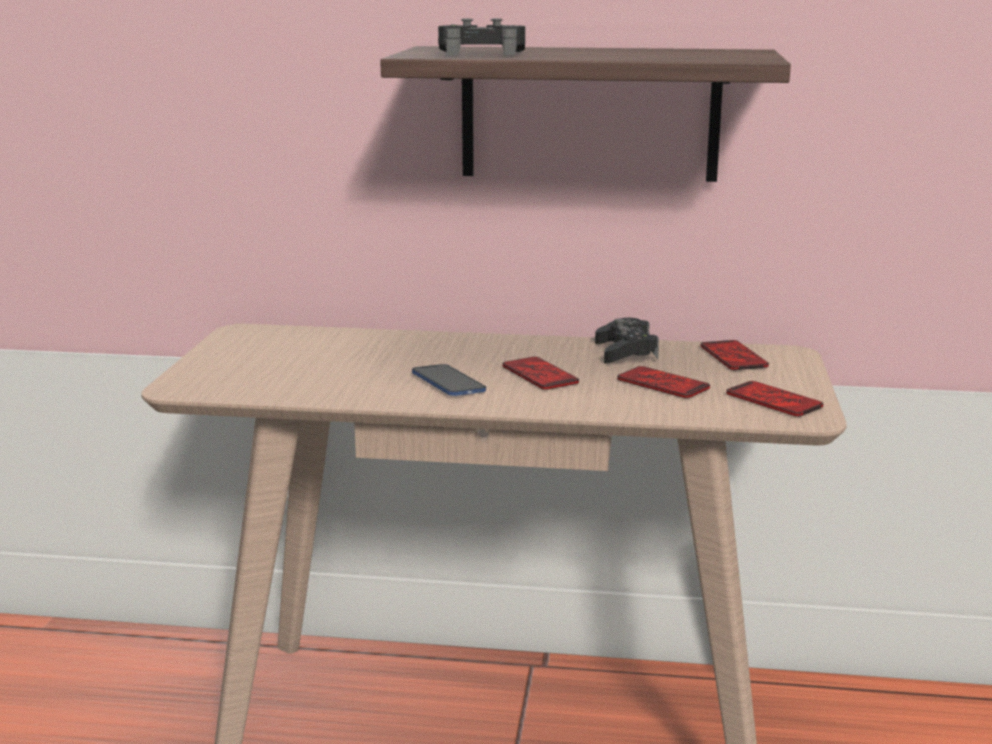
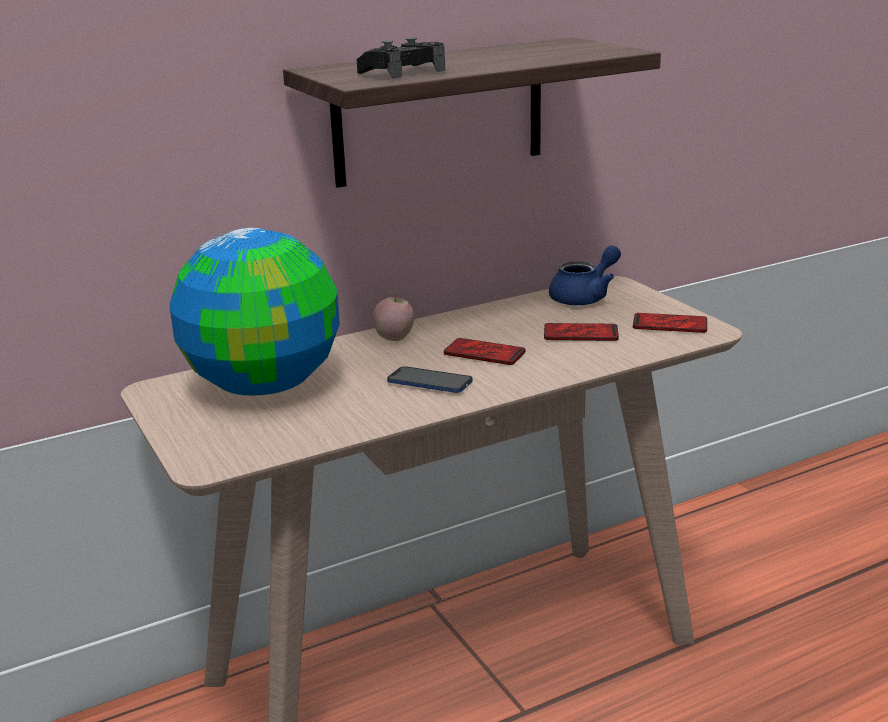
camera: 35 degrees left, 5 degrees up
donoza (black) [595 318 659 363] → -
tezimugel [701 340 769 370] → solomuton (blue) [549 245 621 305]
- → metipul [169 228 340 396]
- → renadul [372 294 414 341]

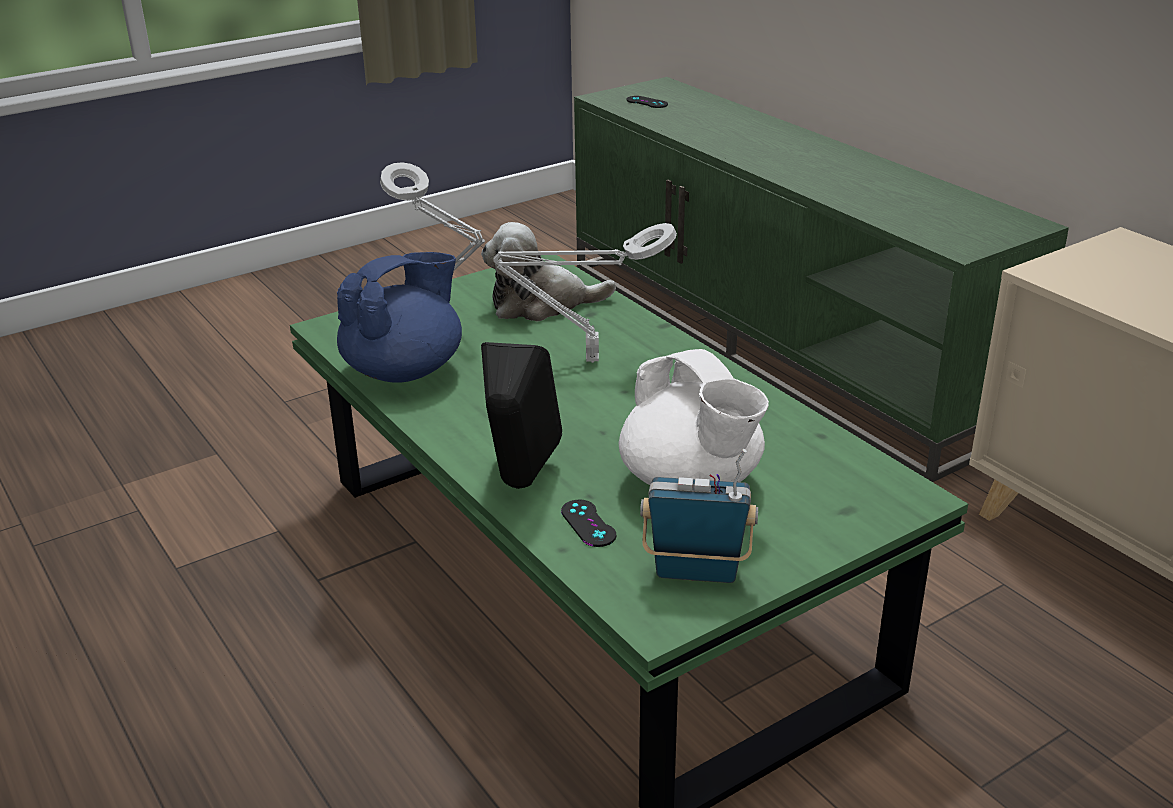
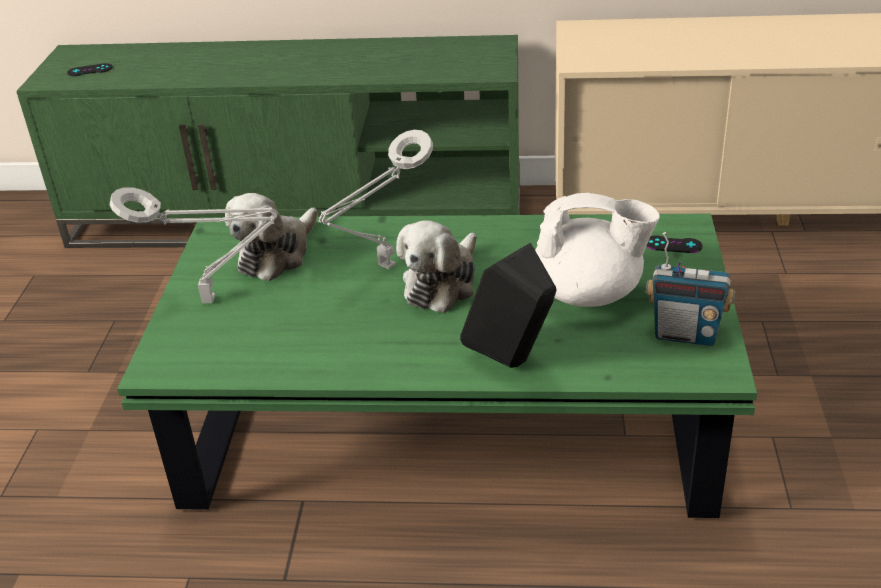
camera: 50 degrees left, 5 degrees up
solomuton (blue) [337 252 462 383] → -
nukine [640 449 758 583] → nukine [646 232 735 346], 120 degrees counterclockwise
donoza (black) [561 500 616 547] → donoza (black) [646 236 703 253], move
- → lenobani [396 220 477 313]

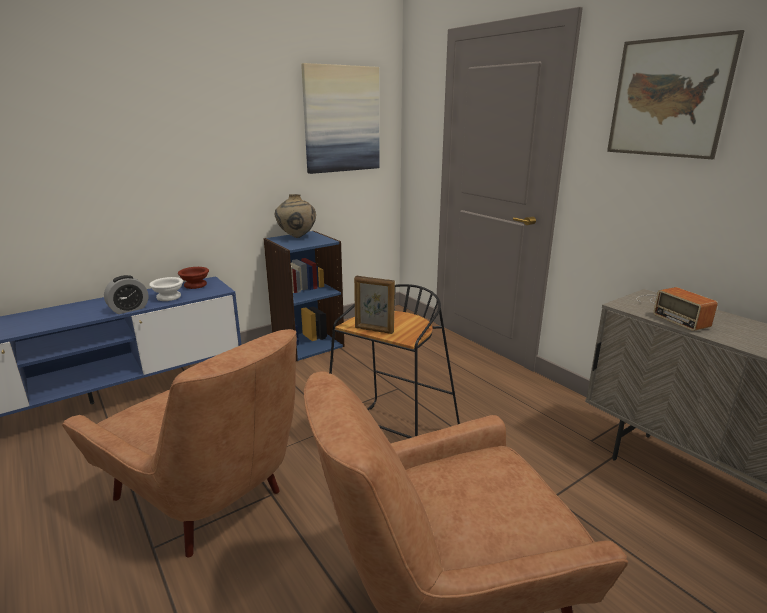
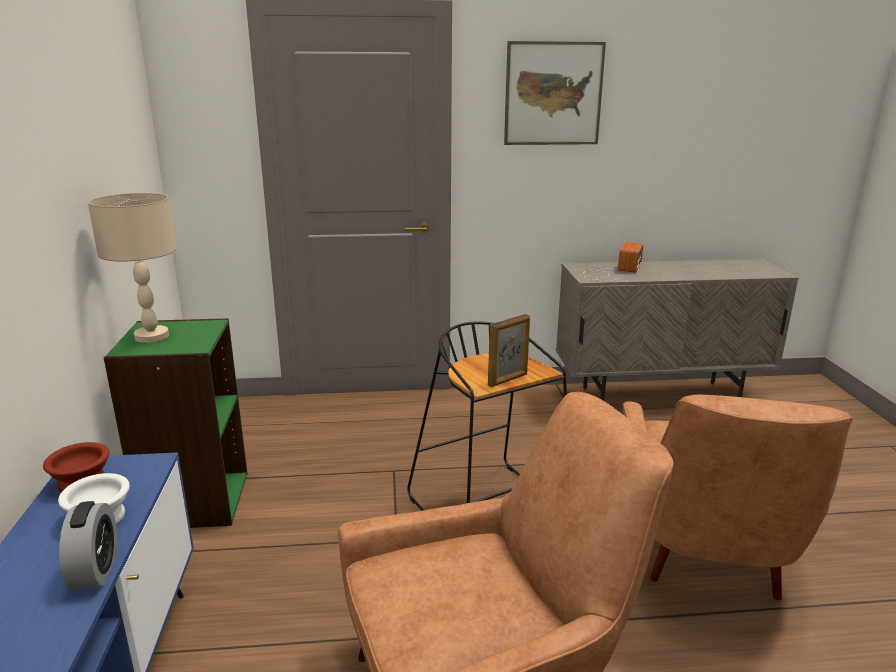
camera: 60 degrees left, 0 degrees up
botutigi [301 63 379 174] → -
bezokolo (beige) [275 194 316 238] → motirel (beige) [88 193 176 343]
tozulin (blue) [263 231 344 361] → tozulin (green) [104 318 247 528]
nukine [636 287 718 331] → nukine [583 242 644 281], 75 degrees counterclockwise

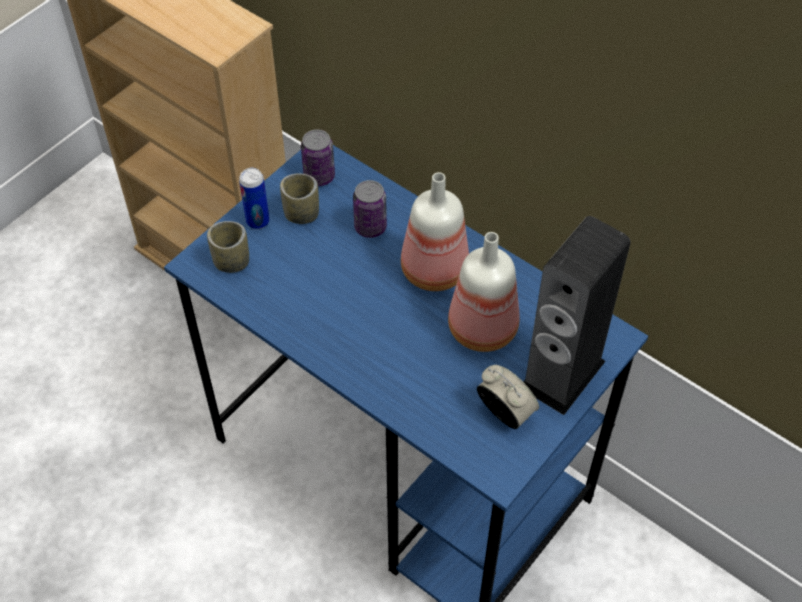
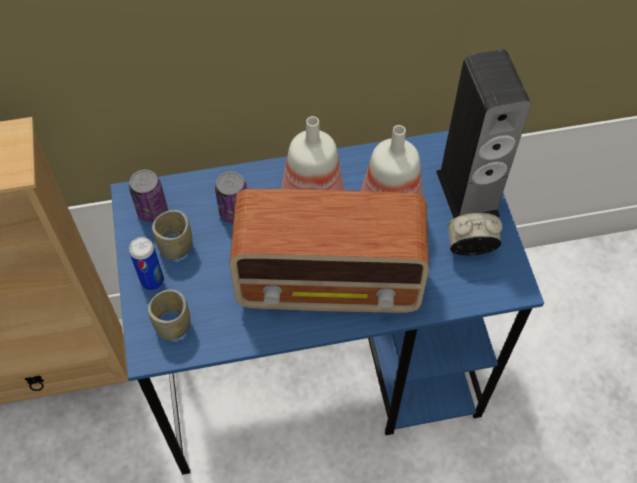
camera: 50 degrees left, 5 degrees up
- → nukine [229 189 429 313]

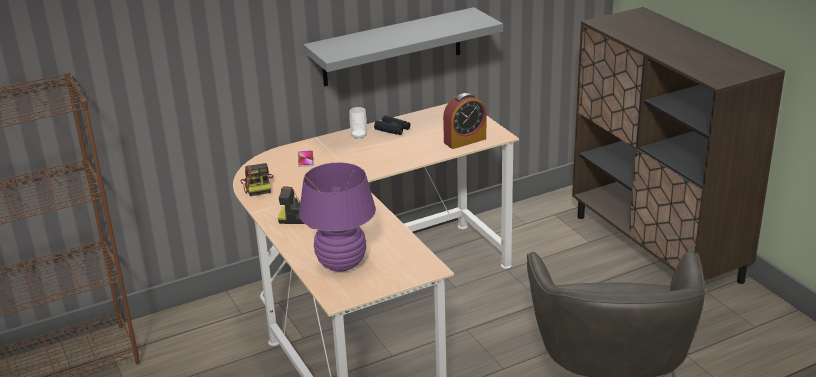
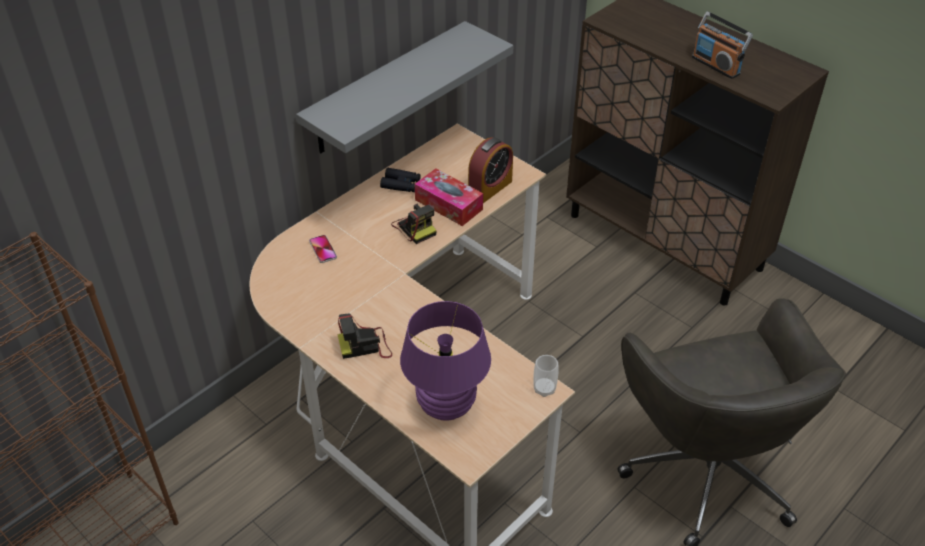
camera: 20 degrees left, 15 degrees up
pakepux [349 107 367 139] → pakepux [533 355 559 397], move
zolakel [241 163 273 196] → zolakel [391 204 437 244], move
- → nukine [692 11 753 79]
- → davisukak [415 168 483 226]

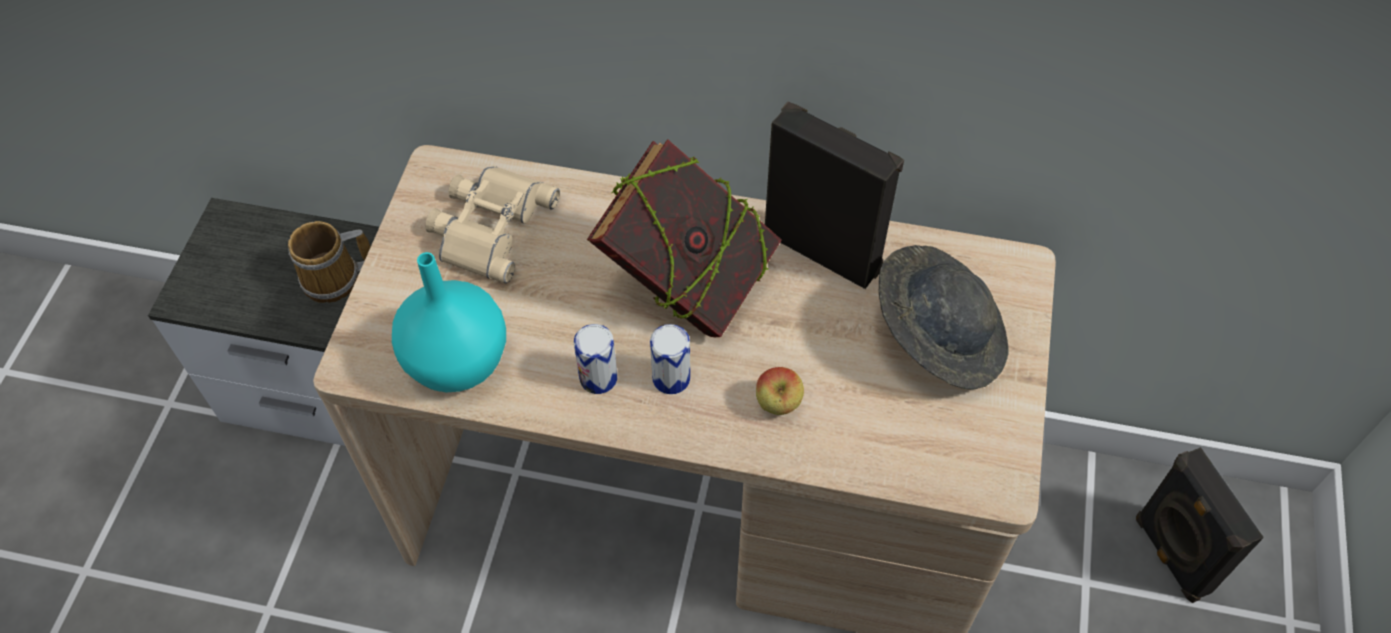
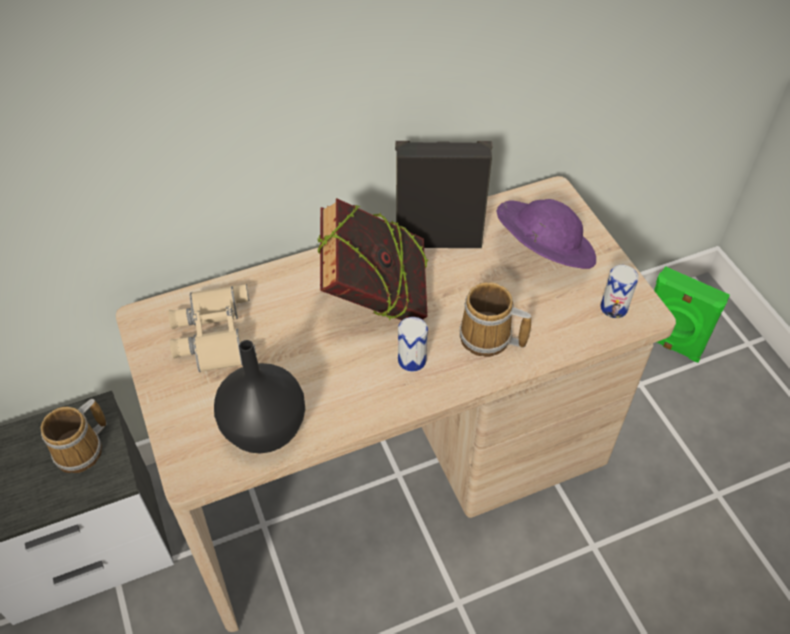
camera: 35 degrees left, 5 degrees down
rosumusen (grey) [878 245 1009 389] → rosumusen (purple) [496 199 596 269]
bezokolo (turquoise) [392 252 506 392] → bezokolo (black) [214 340 305 453]
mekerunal [574 324 617 394] → mekerunal [600 265 639 318], move
renadul [756 367 804 415] → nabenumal [459 282 531 357]
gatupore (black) [1136 447 1264 603] → gatupore (green) [654 266 730 363]

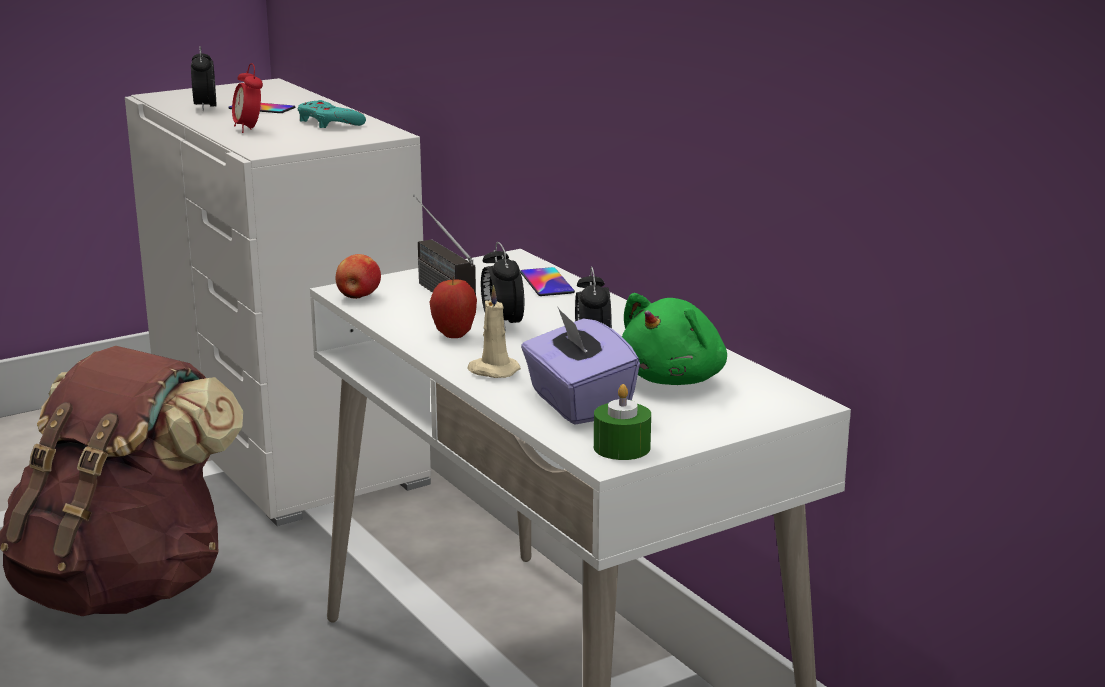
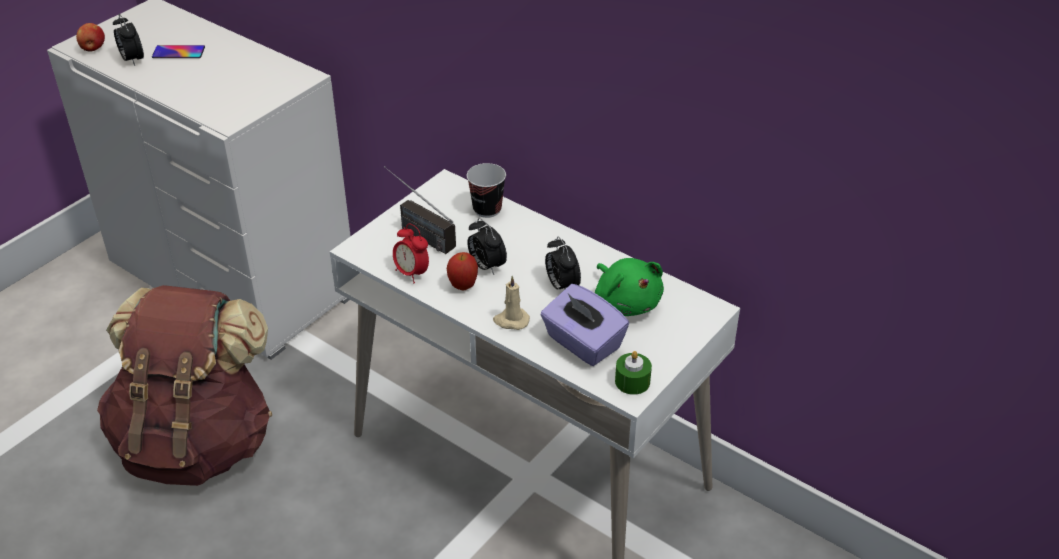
camera: 20 degrees left, 20 degrees up
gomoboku [232 63 263 133] → gomoboku [393 224 429 283], move
donoza (turquoise) [297 100 366 128] → -
renadul [336 254 381 299] → renadul [76 23 105 52], move
tezimugel [520 267 575 296] → pakepux [467 163 506 218]
lenobani (green) [622 293 727 385] → lenobani (green) [595 258 664 316], 45 degrees counterclockwise

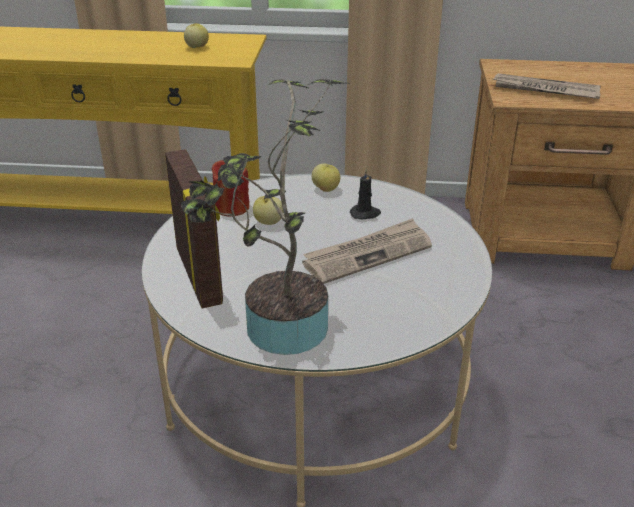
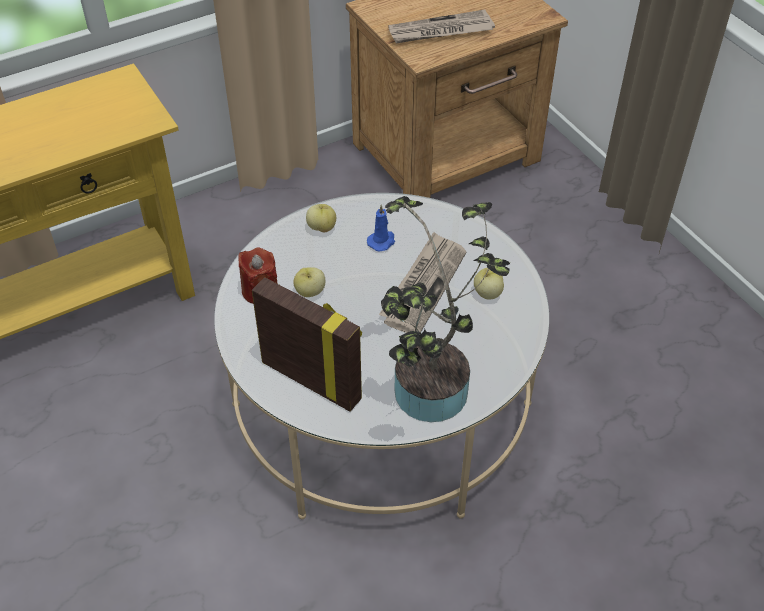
camera: 35 degrees left, 15 degrees up
renadul [184 23 209 48] → renadul [474 268 504 300], move
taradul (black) [350 168 381 220] → taradul (blue) [367 204 395 252]

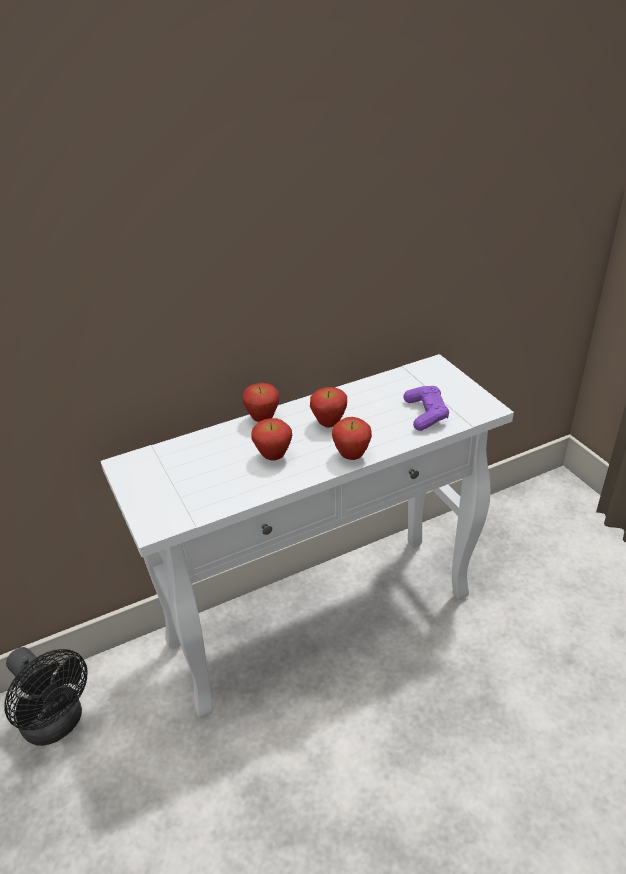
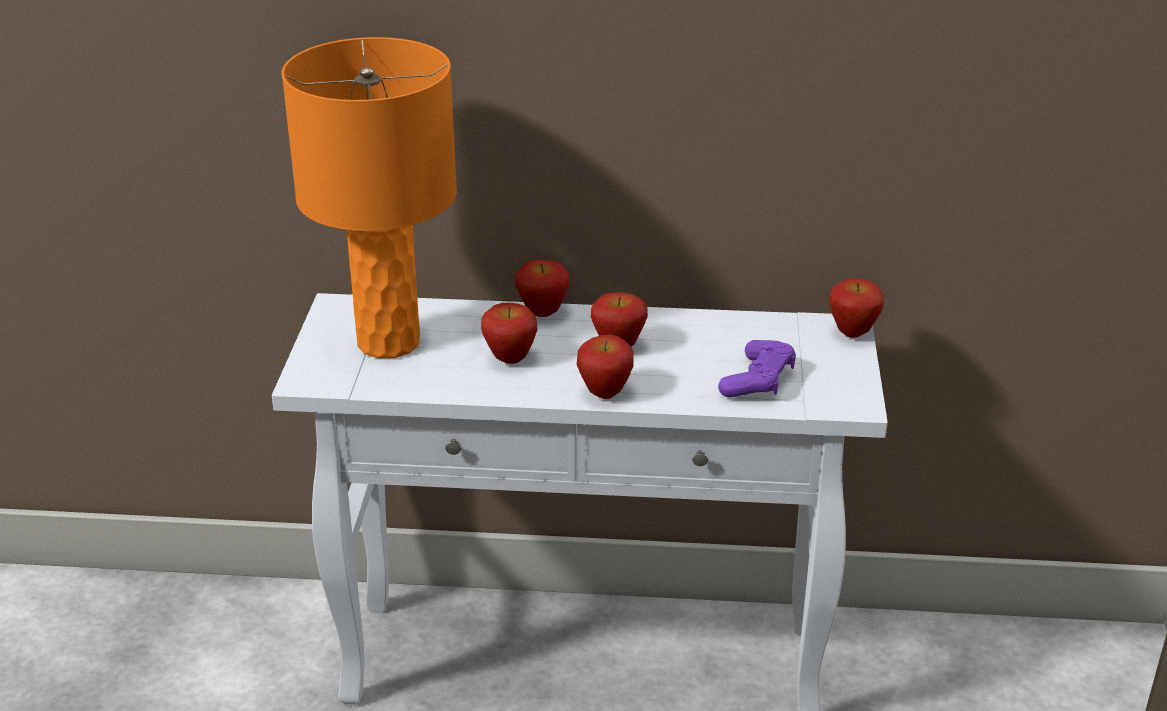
camera: 30 degrees right, 5 degrees down
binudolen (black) [4 647 87 746] → -
- → motirel (orange) [281 37 457 358]
- → renadul [829 278 884 338]

